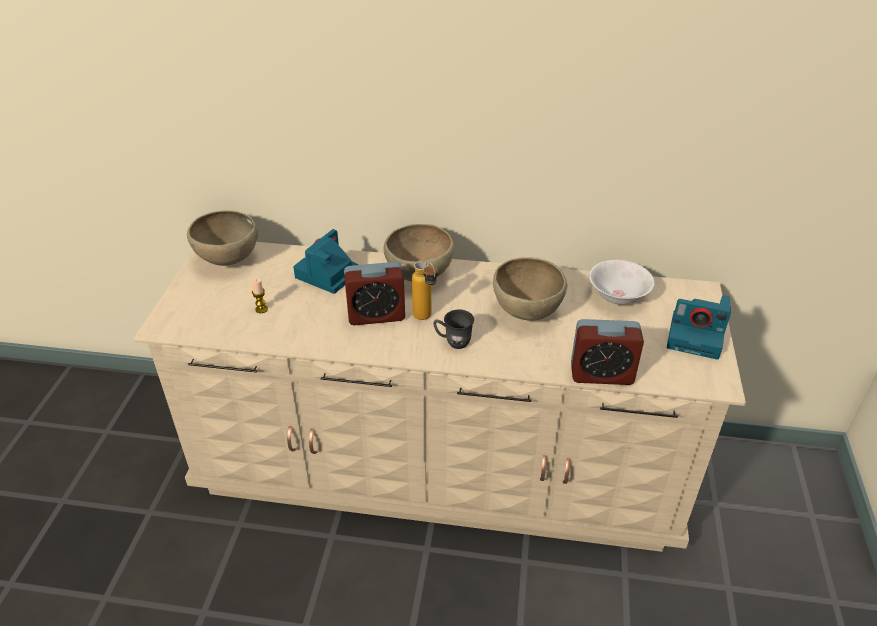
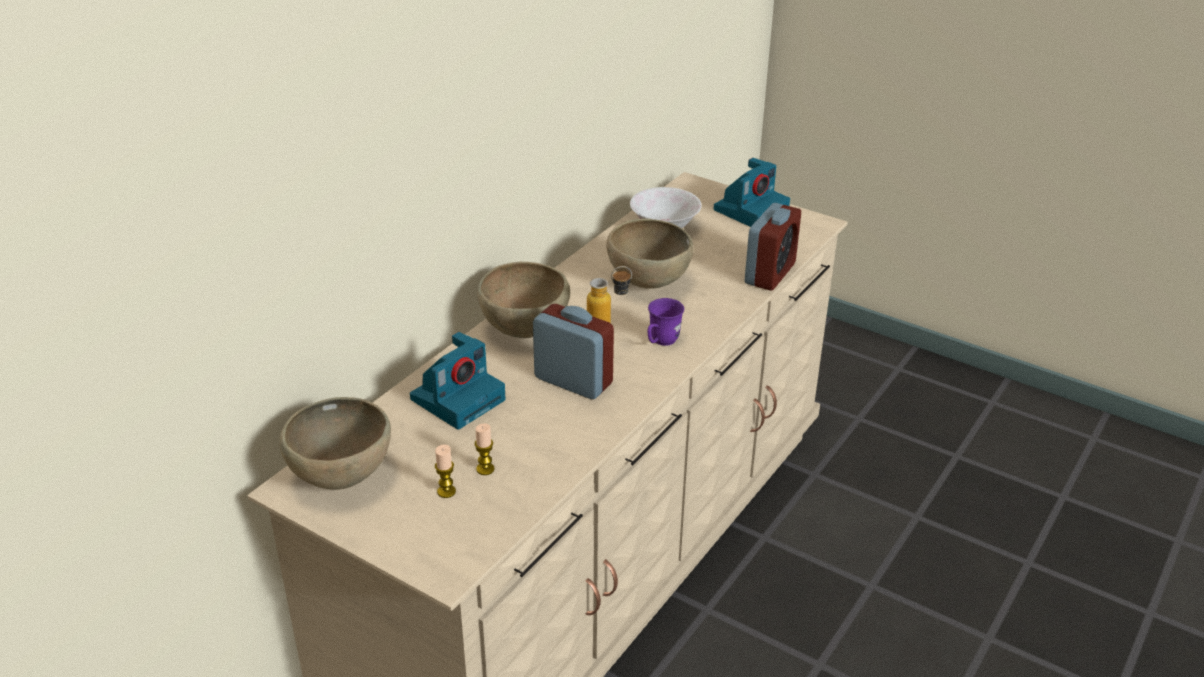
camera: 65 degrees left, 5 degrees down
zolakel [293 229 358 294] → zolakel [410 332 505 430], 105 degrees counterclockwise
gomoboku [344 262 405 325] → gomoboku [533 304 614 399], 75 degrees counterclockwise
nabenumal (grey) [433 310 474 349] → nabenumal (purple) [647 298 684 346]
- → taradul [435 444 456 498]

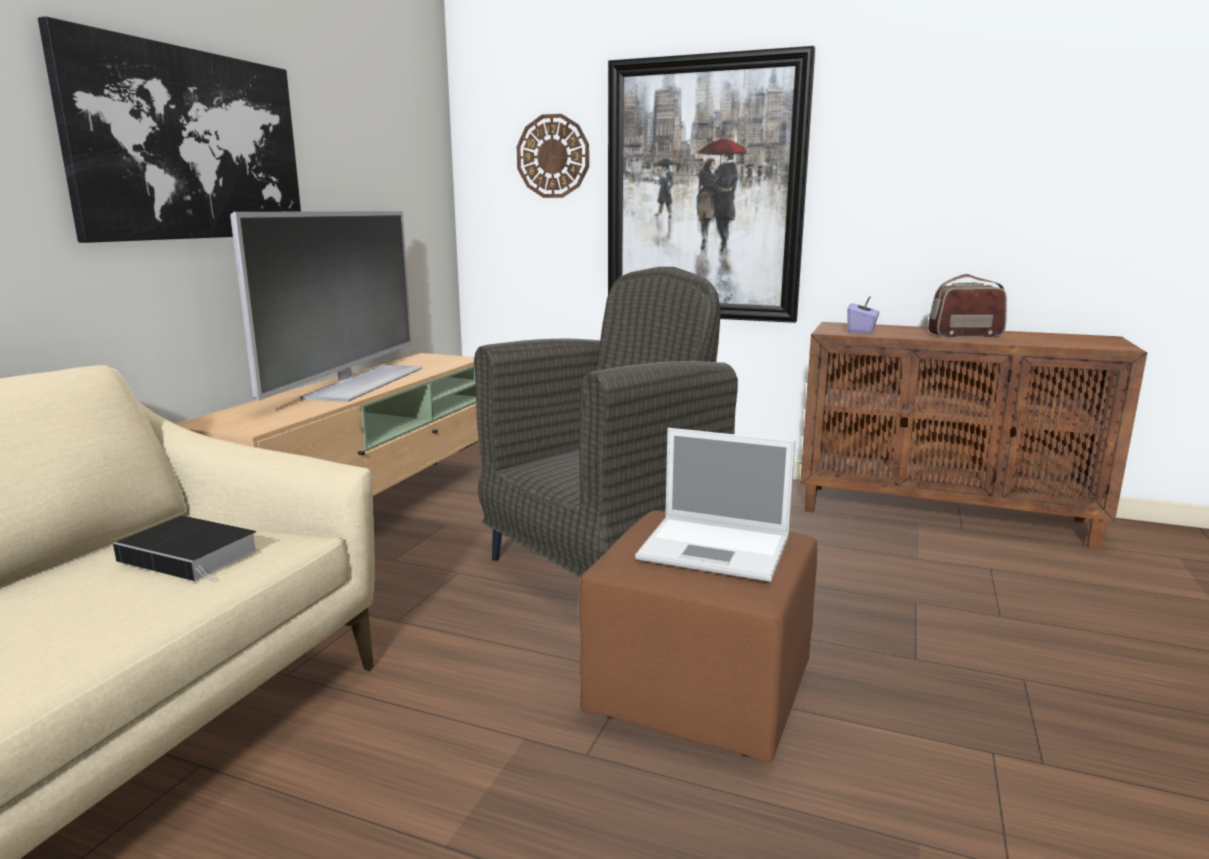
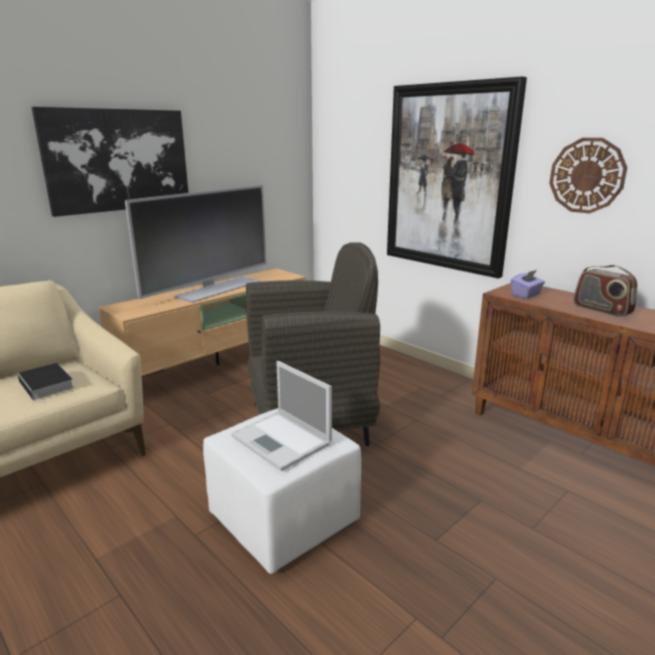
camera: 25 degrees right, 5 degrees up
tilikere [517 114 589 198] → tilikere [549 138 627 214], move
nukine [928 274 1007 337] → nukine [574 265 637 317], 150 degrees counterclockwise
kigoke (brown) [579 510 817 762] → kigoke (white) [203 408 361 574]

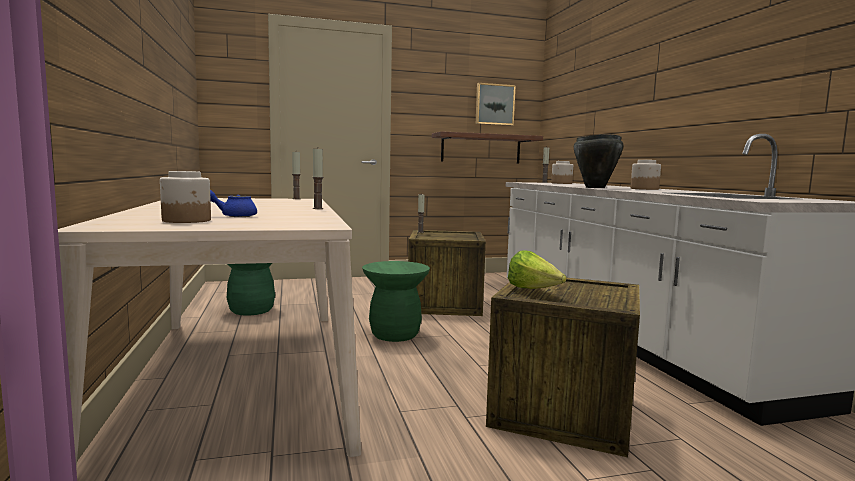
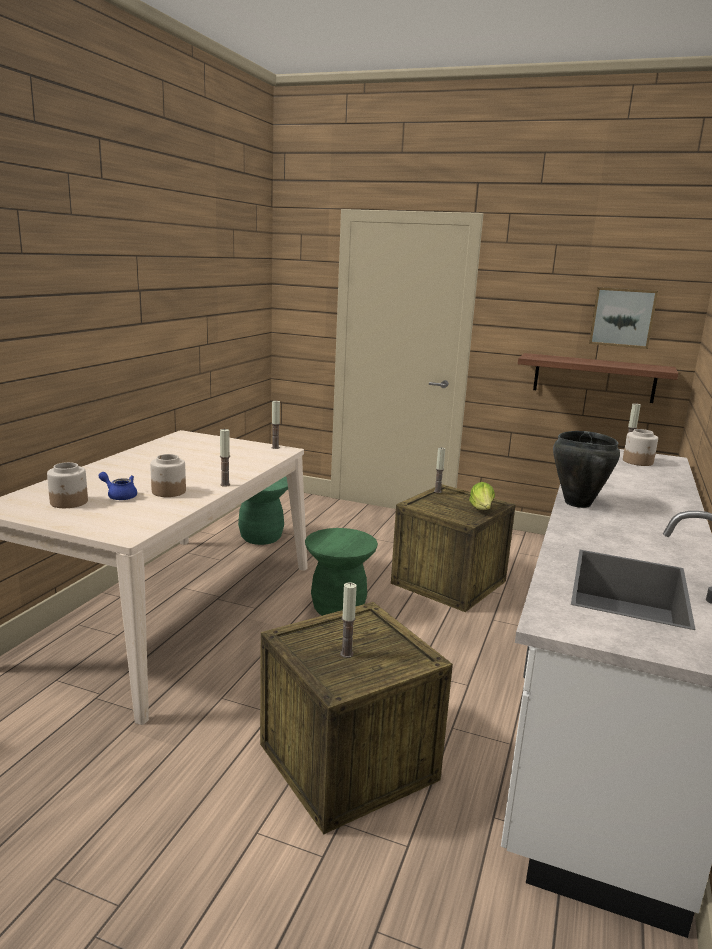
camera: 35 degrees right, 10 degrees up
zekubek [631 160 661 190] → zekubek [150 454 186 497], move
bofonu [508 250 567 289] → bofonu [469 482 495 510], move
- → taradul [340 582 357 658]

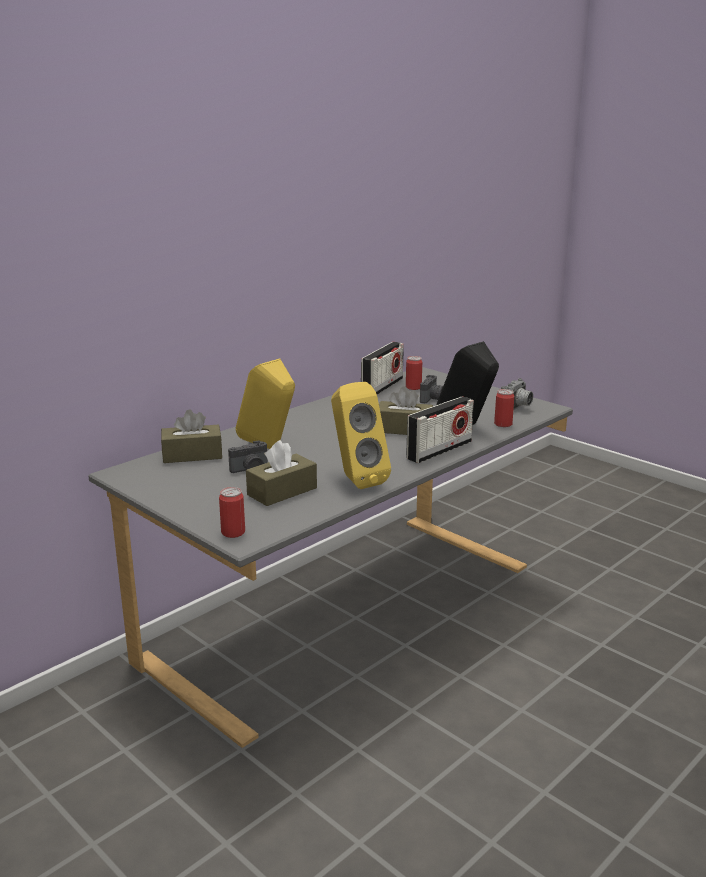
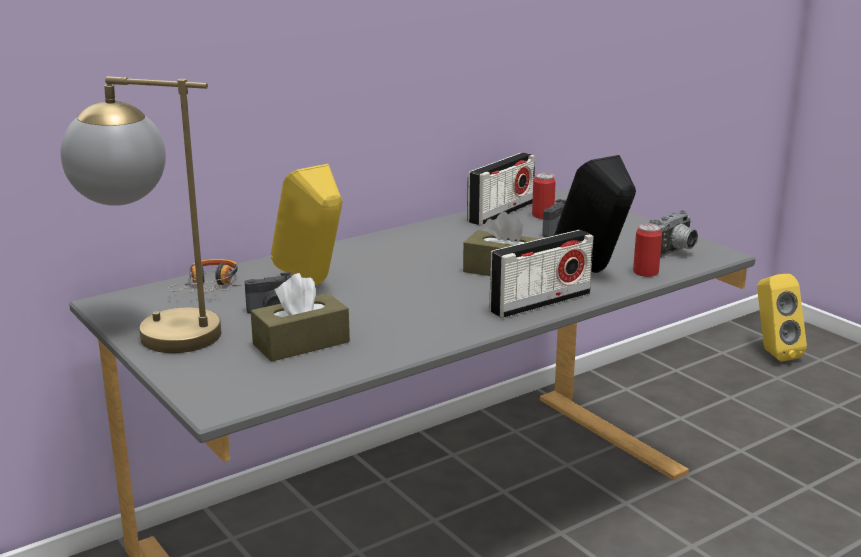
camera: 10 degrees right, 0 degrees up
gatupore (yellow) [331 382 391 489] → gatupore (yellow) [757 274 807 362], move
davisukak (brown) [161 409 222 463] → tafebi [168 259 241 293]
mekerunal [219 487 245 538] → -
- → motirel [61 76 221 353]

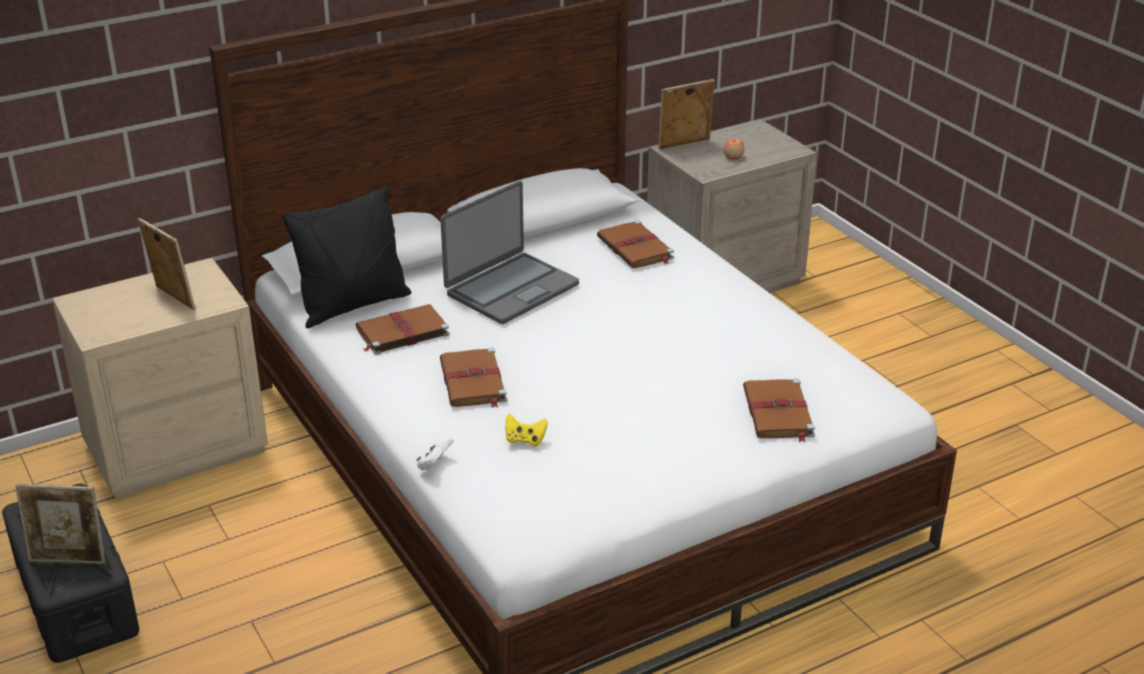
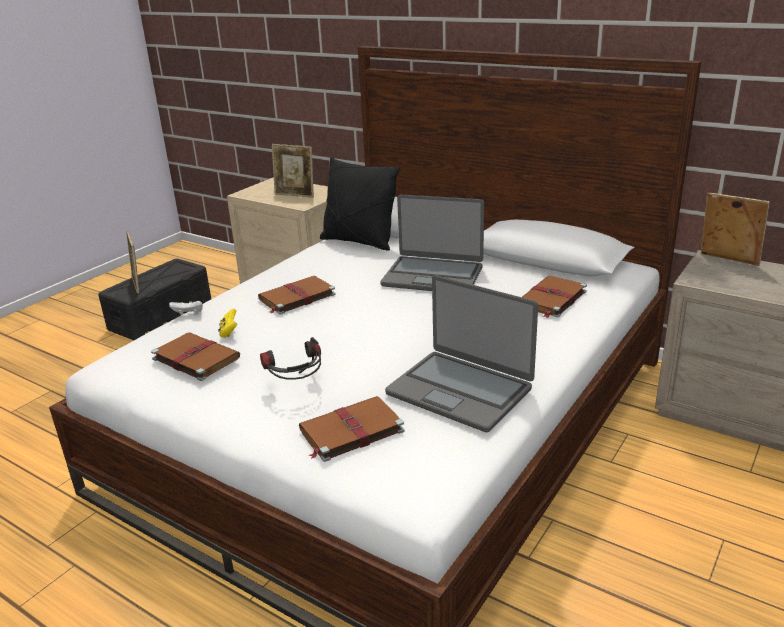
camera: 65 degrees right, 5 degrees down
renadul [723 138 744 159] → -
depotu [138 218 196 310] → depotu [272 144 314 198], 90 degrees clockwise
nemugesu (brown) [356 304 449 355] → nemugesu (brown) [151 332 240 381], move
- → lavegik [385 275 538 432]
- → tafebi [260 337 321 380]

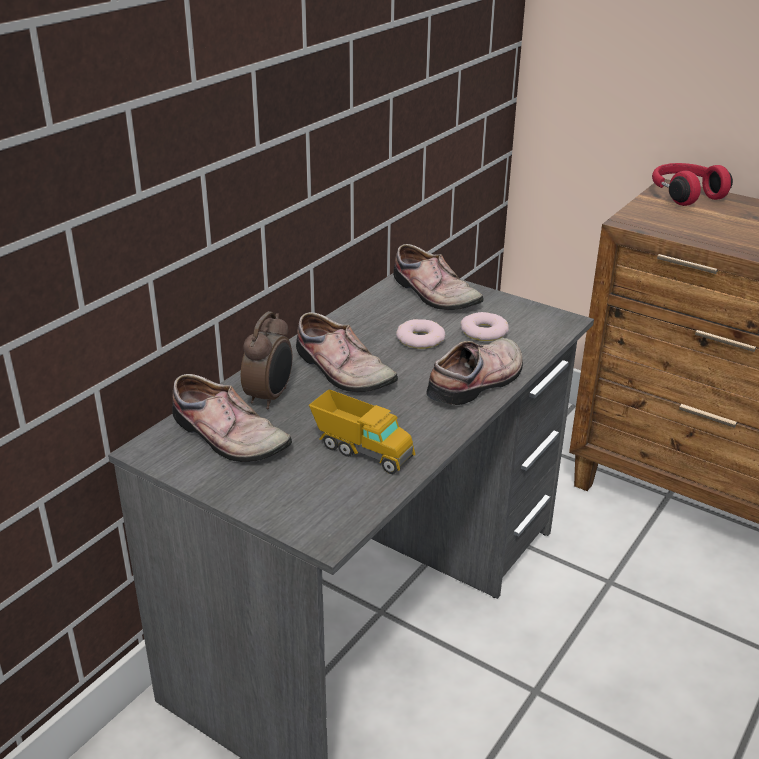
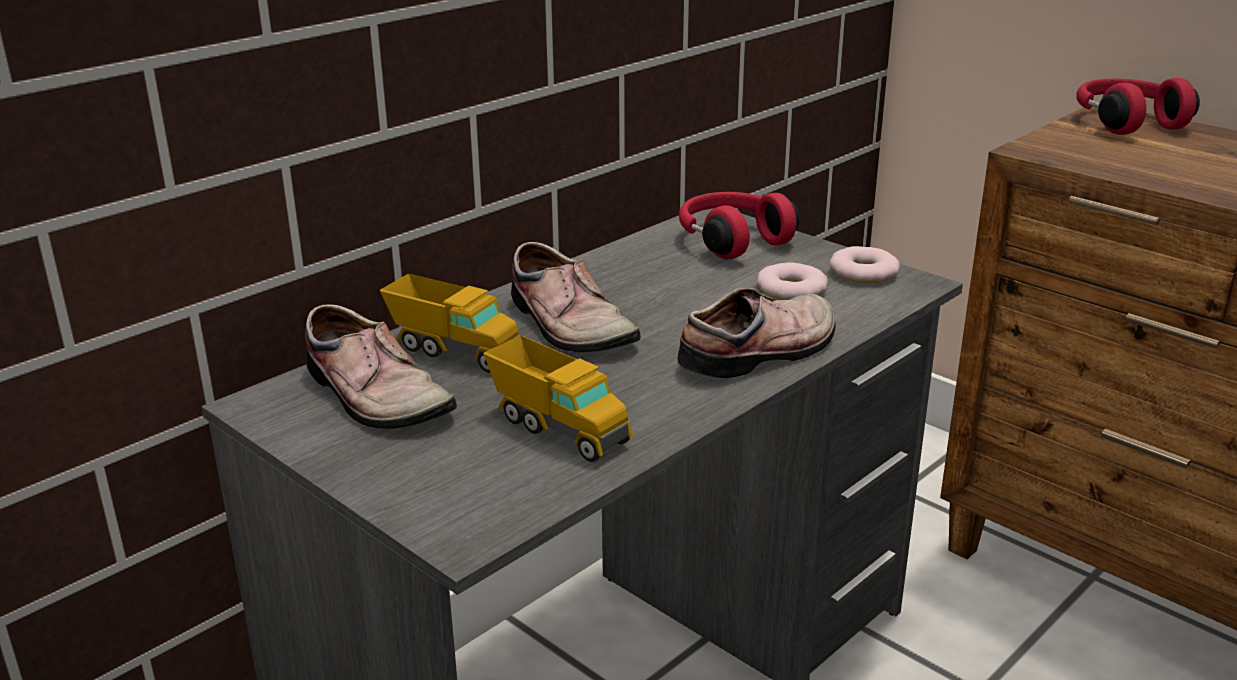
camera: 10 degrees right, 5 degrees down
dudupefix [393 244 484 310] → tafebi (red) [679 192 799 259]
gomoboku [241 311 292 409] → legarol [379 274 519 373]
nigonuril [396 319 445 349] → nigonuril [830 246 900 283], move

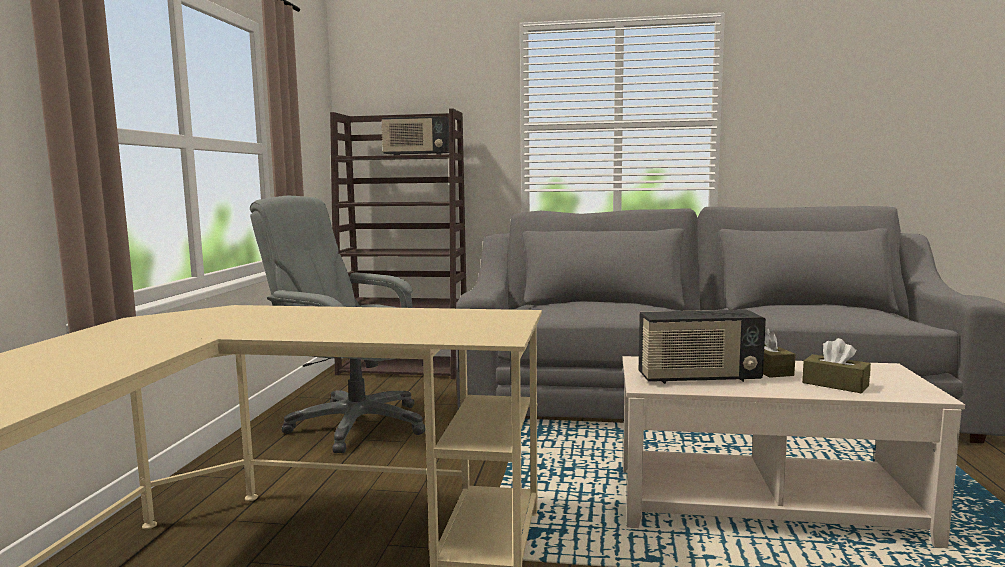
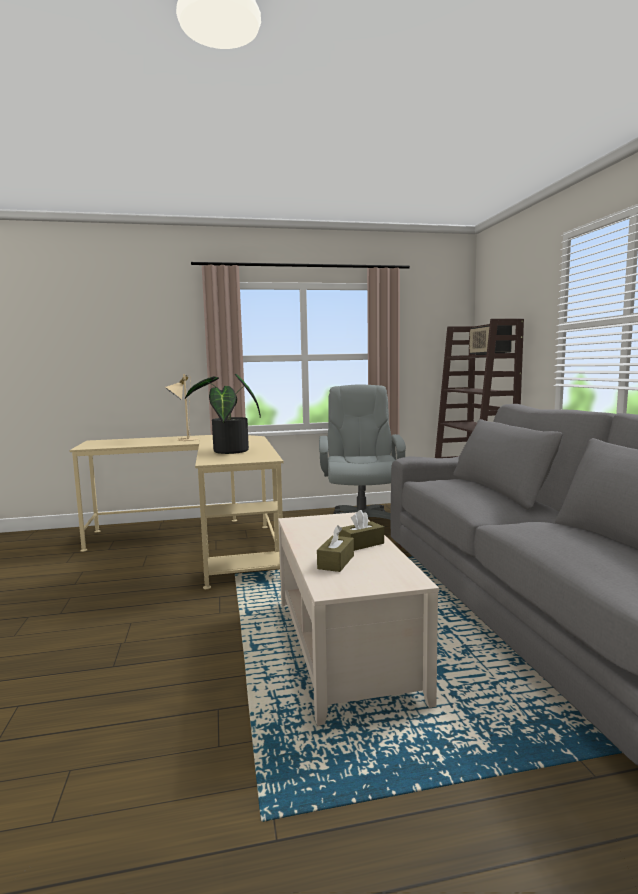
camera: 70 degrees right, 0 degrees up
nukine [639 310 766 384] → -
- → motirel (beige) [165 374 199 441]
- → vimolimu [185 374 261 454]

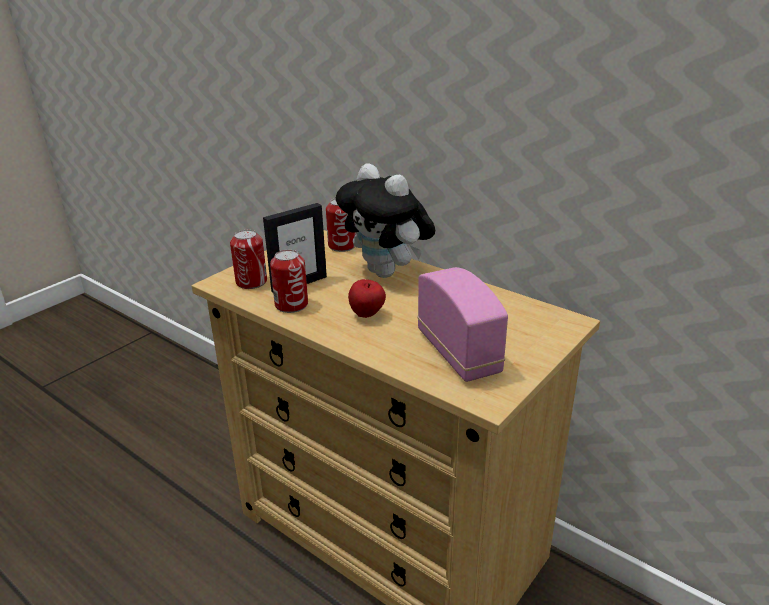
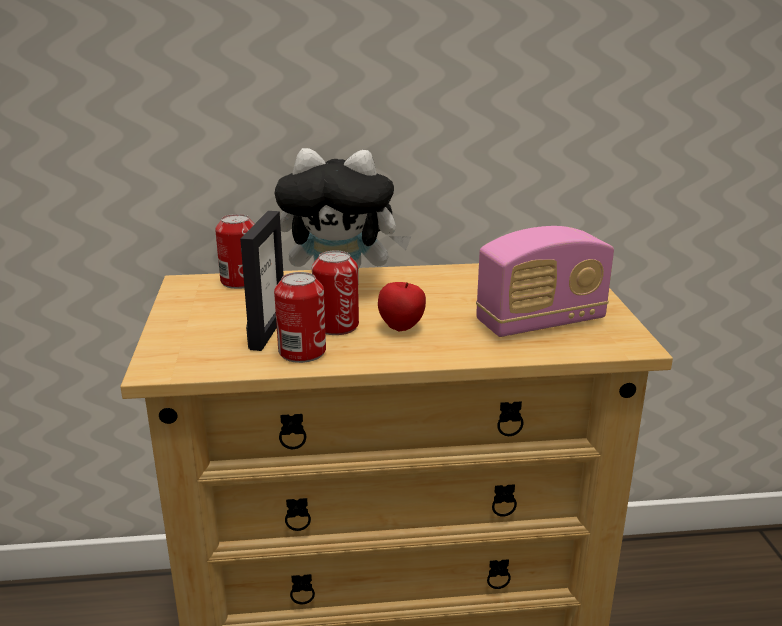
camera: 45 degrees left, 5 degrees down
mekerunal [230 230 267 289] → mekerunal [312 250 359 335], move
nukine [417 267 508 382] → nukine [476 226 614 337], 135 degrees clockwise

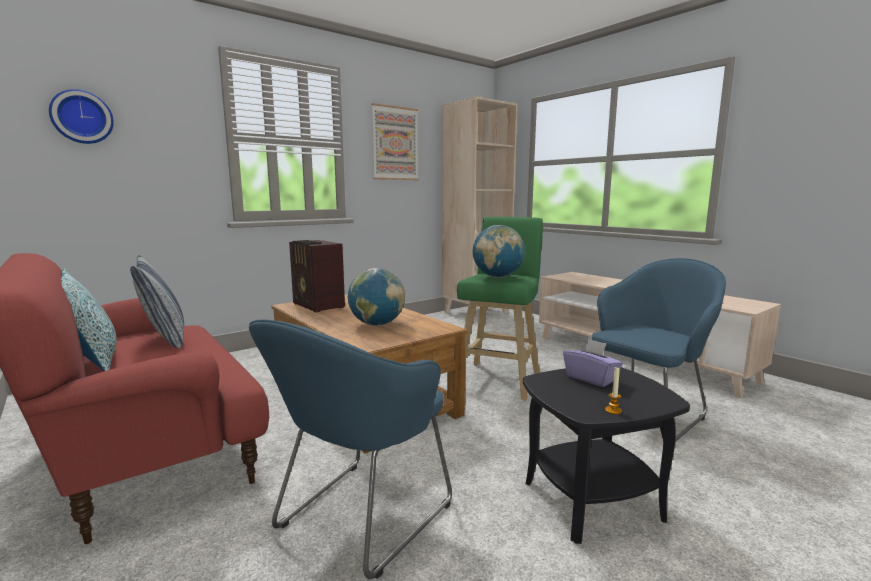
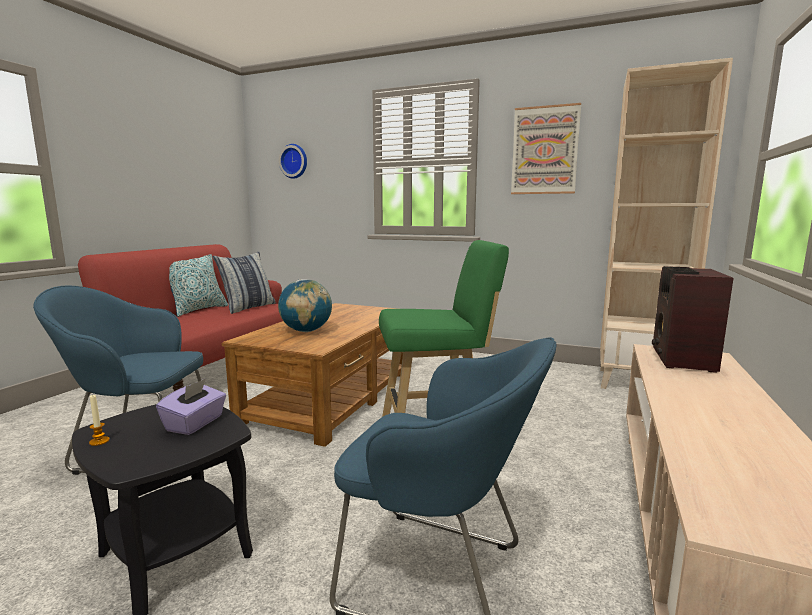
camera: 60 degrees right, 0 degrees up
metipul [473 225 525 278] → -
nukine [289 240 345 313] → nukine [652 266 733 373], move

